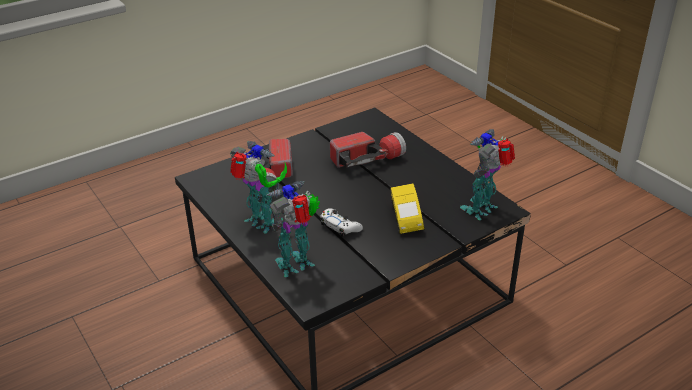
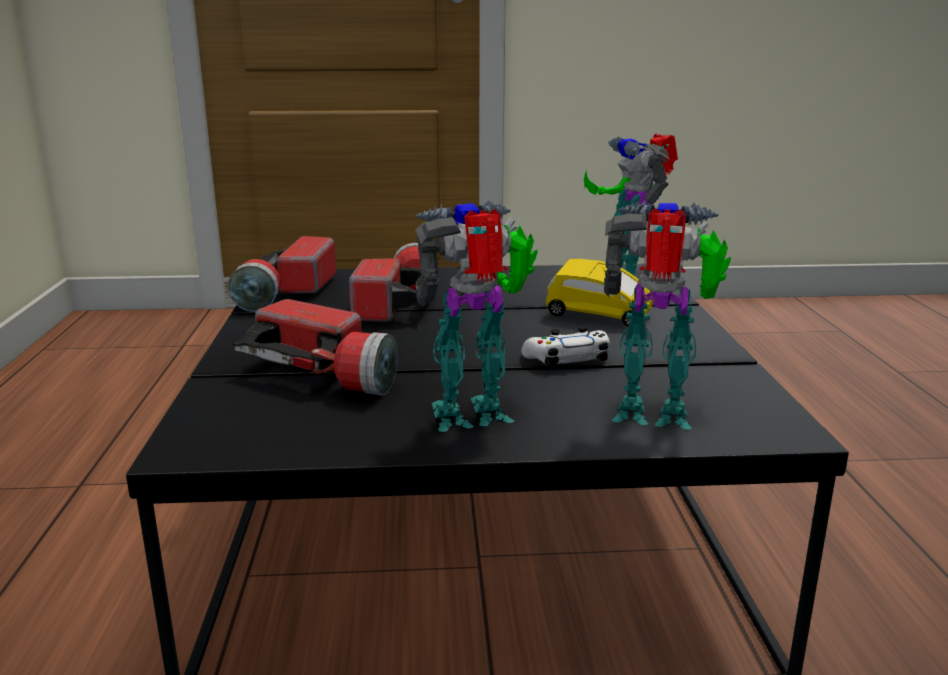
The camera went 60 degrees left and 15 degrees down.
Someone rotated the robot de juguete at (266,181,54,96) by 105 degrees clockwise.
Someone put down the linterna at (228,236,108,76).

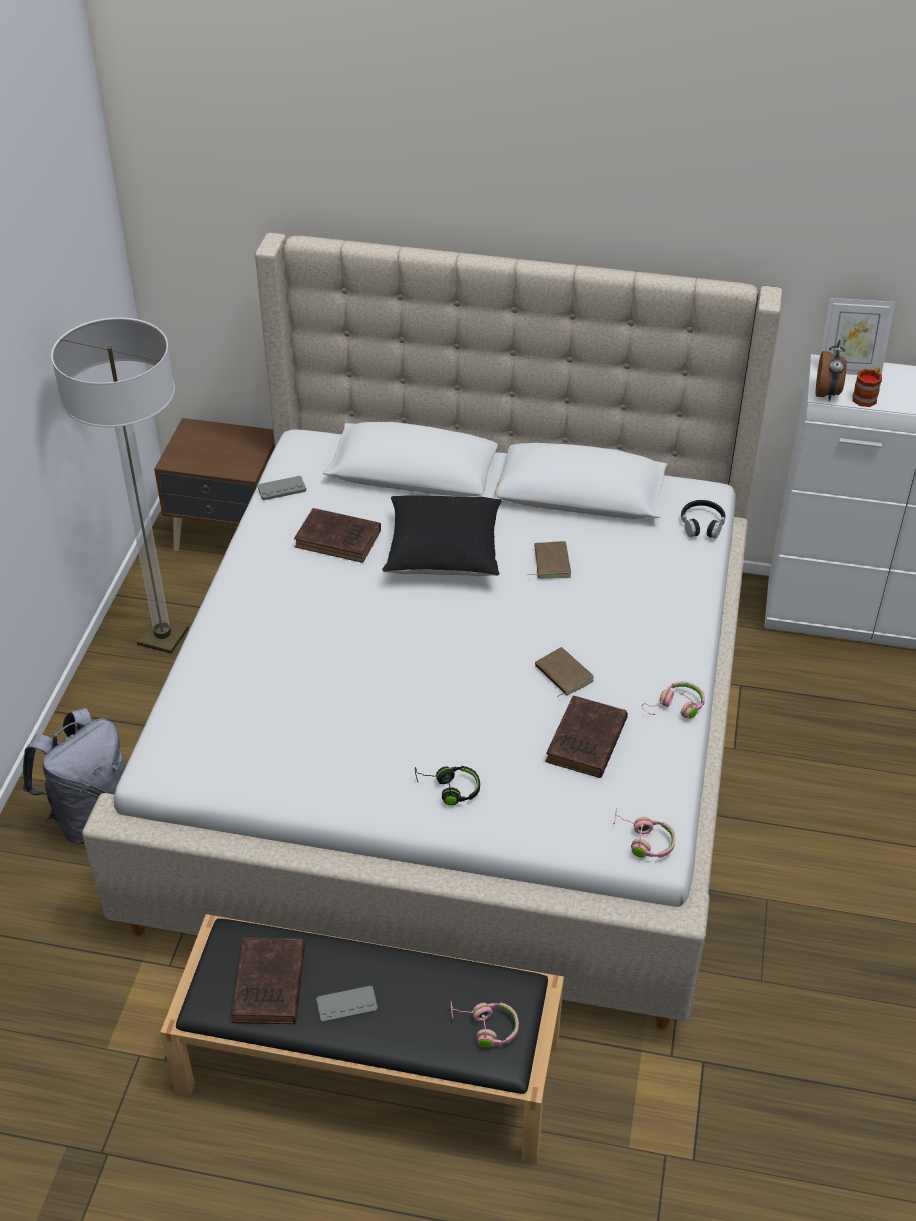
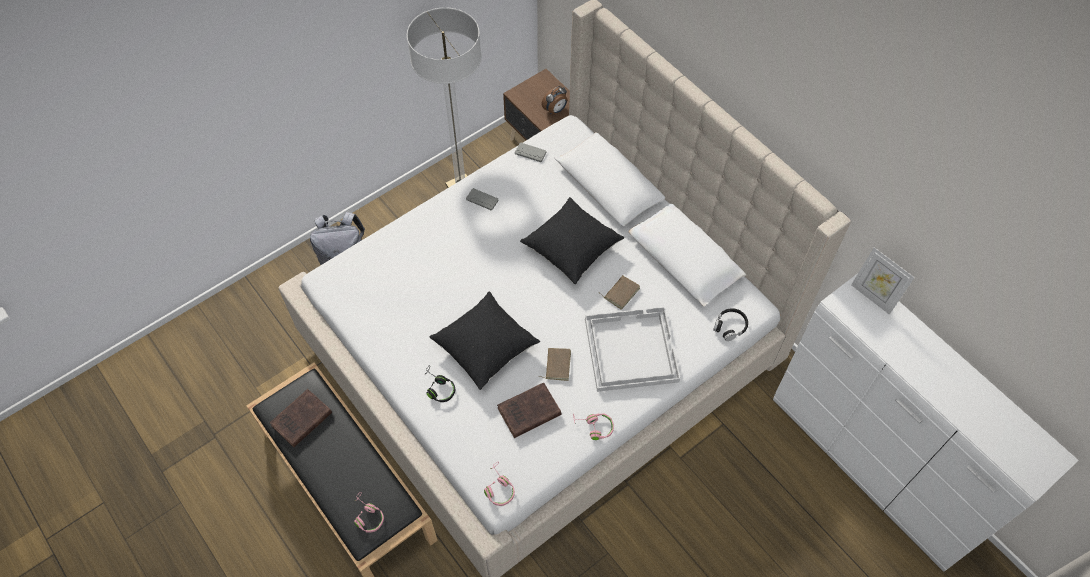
The camera went 40 degrees right and 15 degrees up.
Someone took away the libro (marrón) at (294,508,87,55).
Someone carried the mando de consola (gris) from (316,986,62,38) to (466,188,33,22).
Someone carried the despertador from (816,340,31,61) to (542,86,25,28).
Someone took away the taza grande at (852,367,30,40).
Someone put down the cojín (negro) at (430,292,110,98).
Someone put down the bandeja (blanco) at (585,307,95,85).

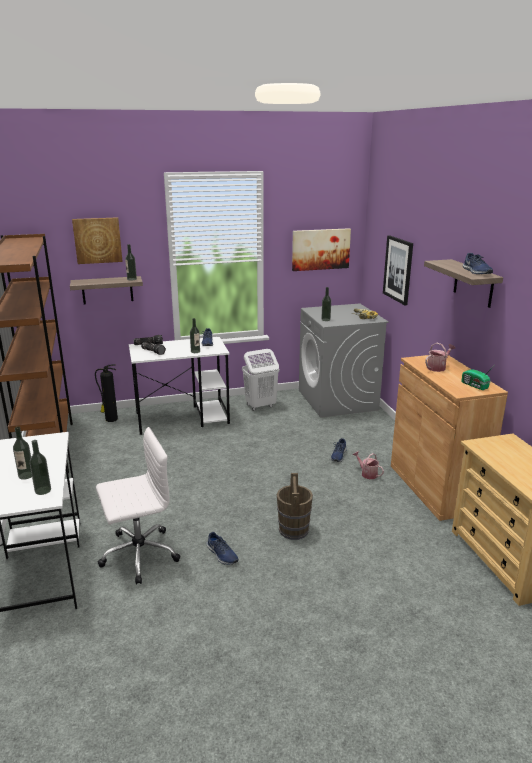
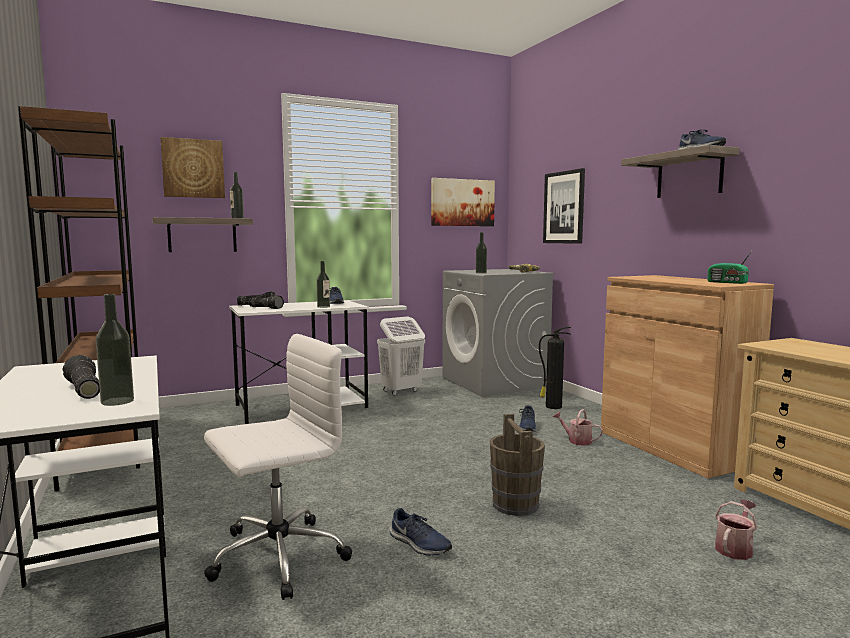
The camera went 10 degrees left and 15 degrees down.
Someone swapped the botella at (13,426,19,54) for the linterna at (63,355,37,44).
Someone carried the extintor from (95,364,23,58) to (539,327,32,82).
Someone carried the regadera from (425,343,31,29) to (715,499,42,61).

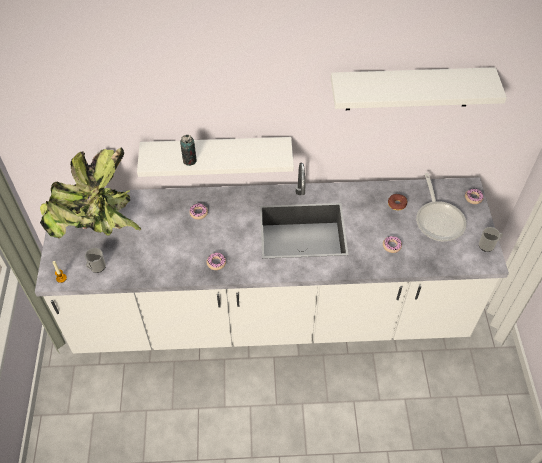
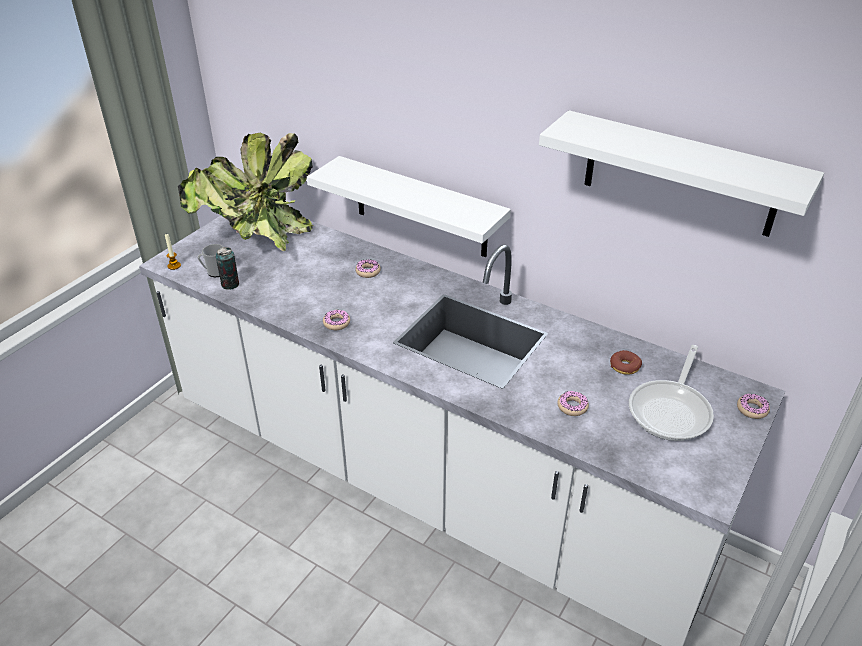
The camera went 35 degrees right and 15 degrees down.
Someone carried the lata from (180,135,17,31) to (216,247,23,43).
Someone took away the taza grande at (479,227,24,25).

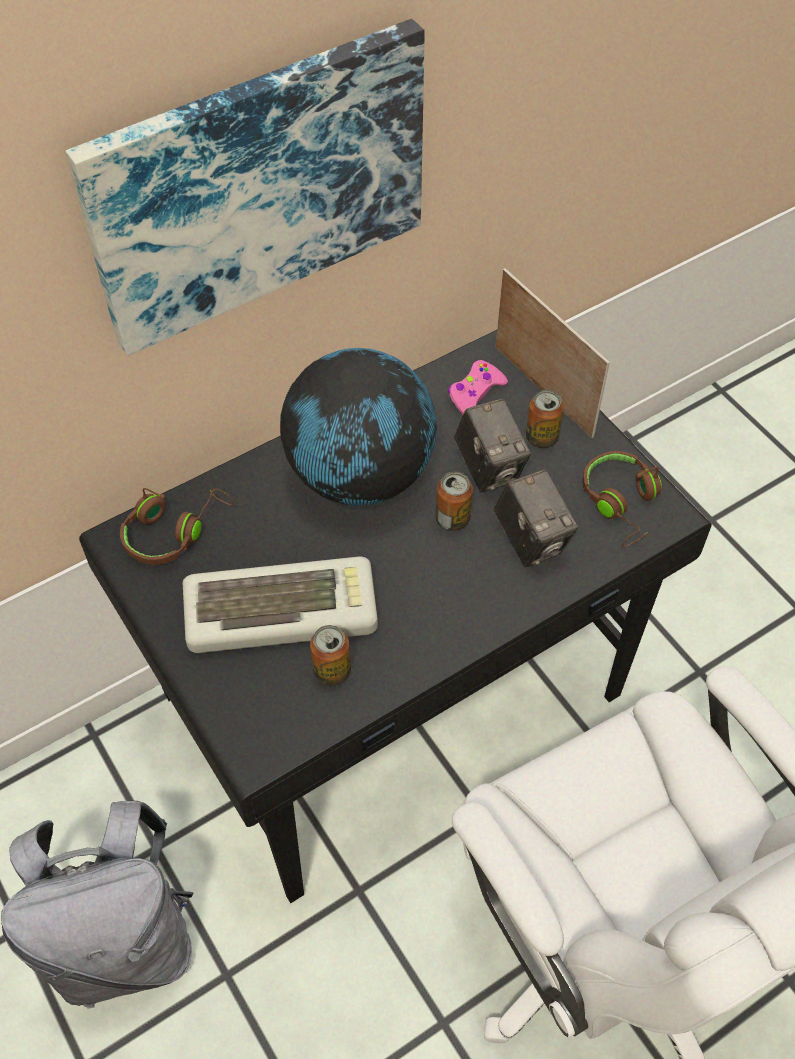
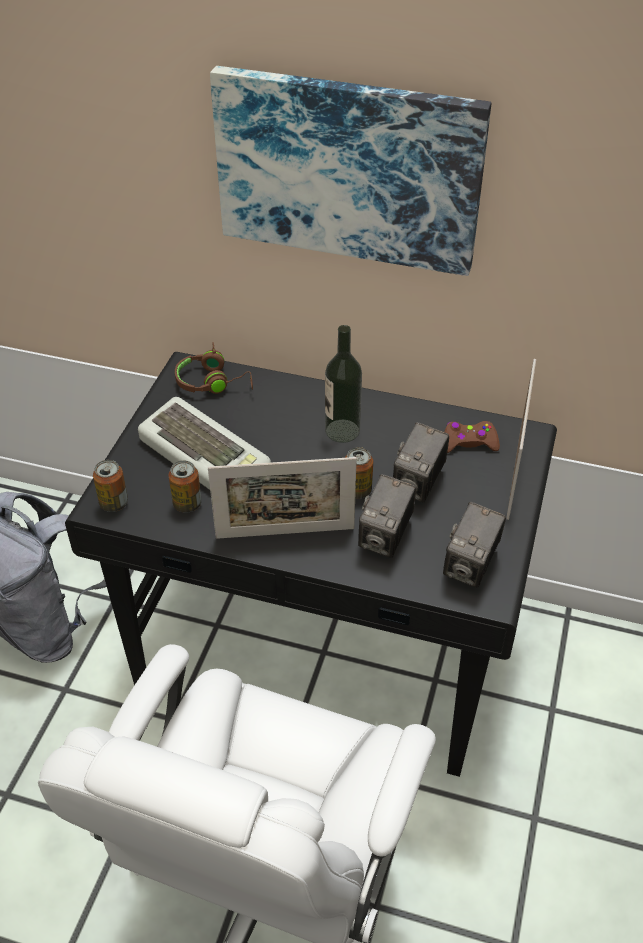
The camera went 50 degrees right and 10 degrees down.
Someone swapped the globo terráqueo at (280,348,157,157) for the botella at (325,325,37,118).
Someone repainted the mando de consola (rosa) at (448,360,60,55), which became the mando de consola (marrón) at (444,421,56,32).
Someone carried the lata from (526,390,38,58) to (93,460,35,52).
Someone swapped the auriculares (marrón) at (583,451,79,96) for the cámara at (443,502,63,86).
Someone put down the portarretratos at (208,457,149,82).

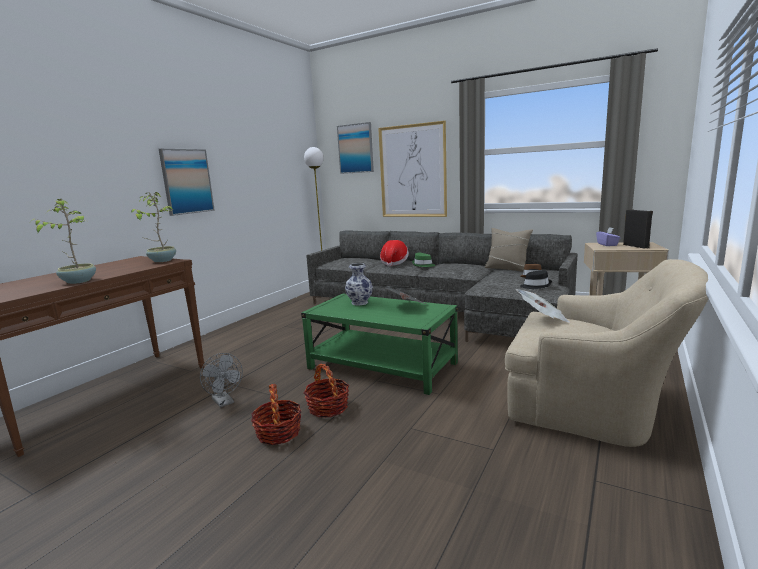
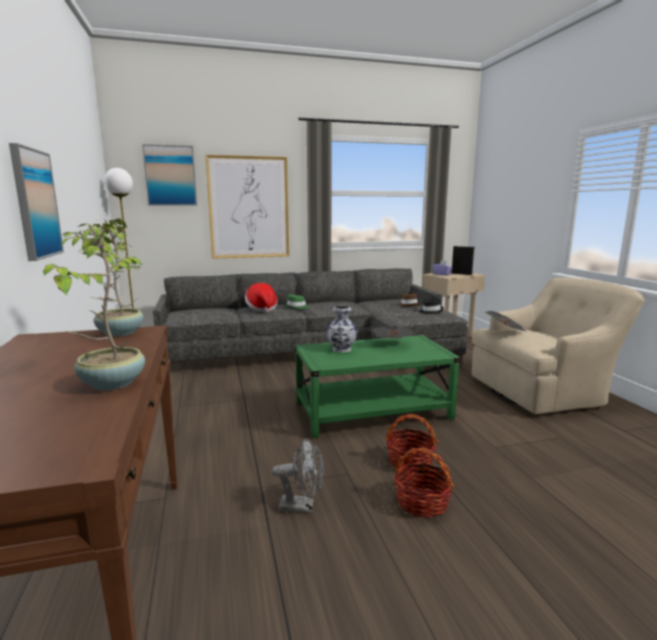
The camera went 45 degrees left and 0 degrees up.
Someone took away the cojín (beis) at (485,228,48,44).

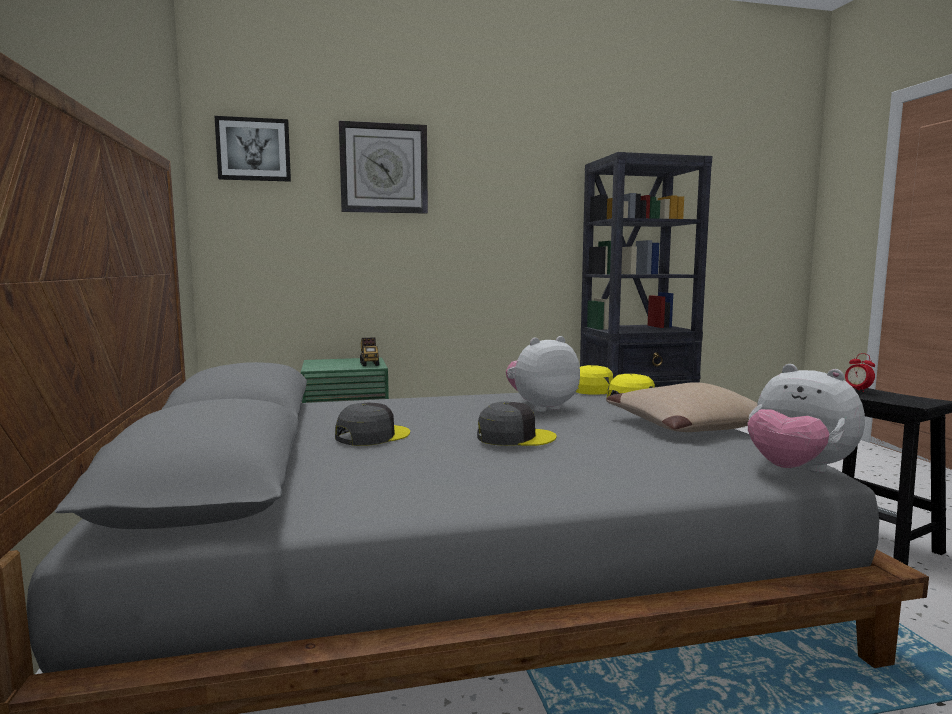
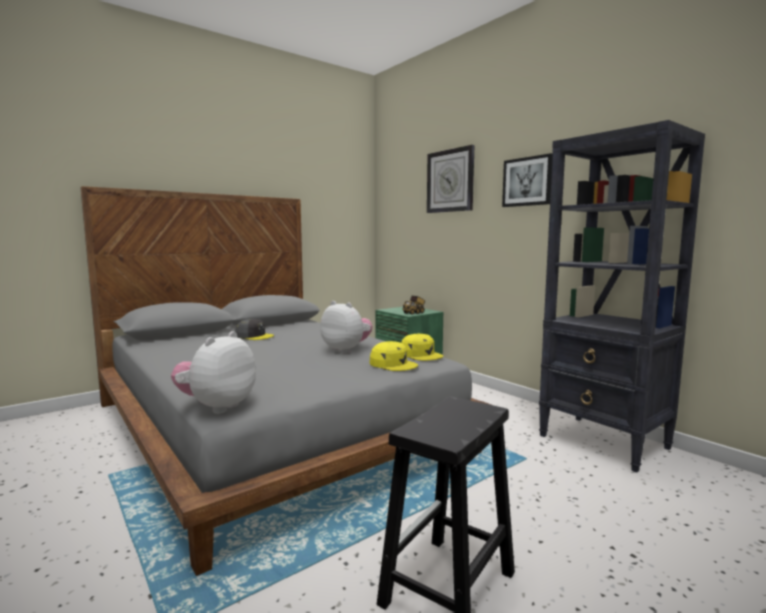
The camera went 65 degrees right and 0 degrees up.
Someone carried the cuadro from (215,116,76,66) to (502,153,51,54).
Someone took away the gorra (gris) at (477,401,80,45).
Someone took away the cojín (beis) at (606,382,152,50).
Someone took away the despertador at (845,353,30,39).

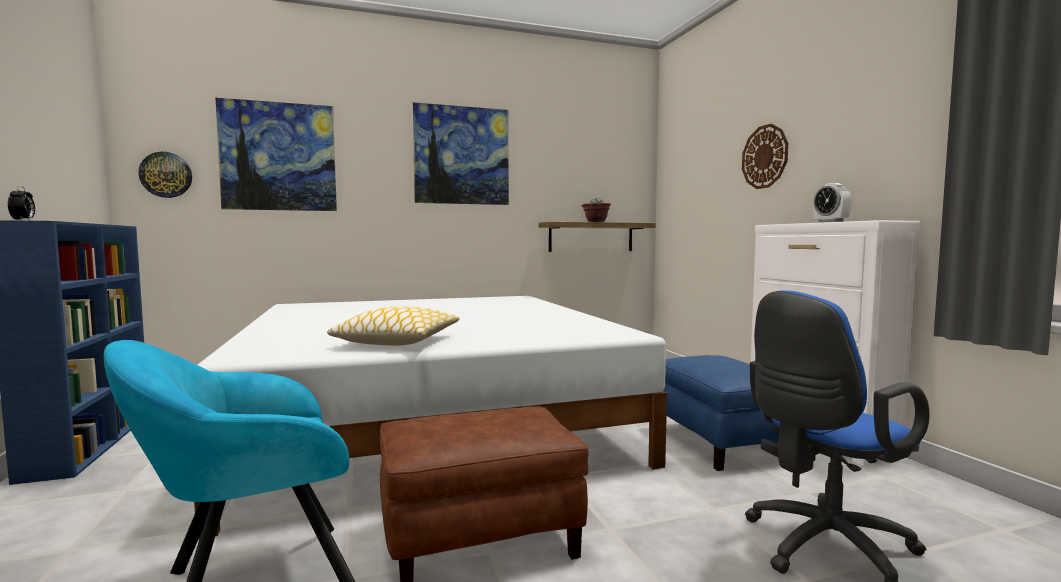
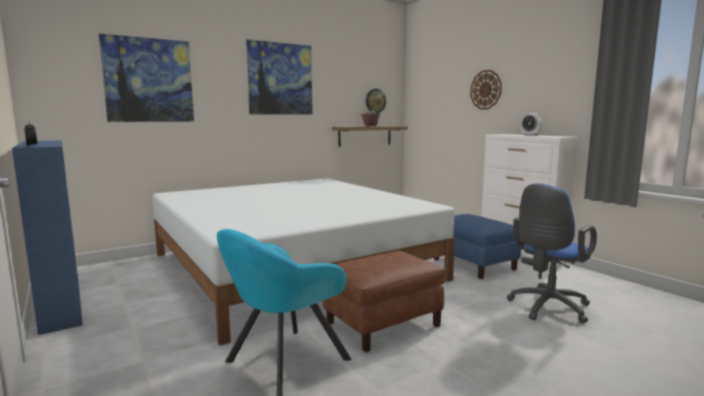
The camera went 15 degrees left and 5 degrees up.
Someone carried the reloj de pared from (138,152,54,46) to (366,89,20,24).
Someone took away the cojín at (327,306,132,39).

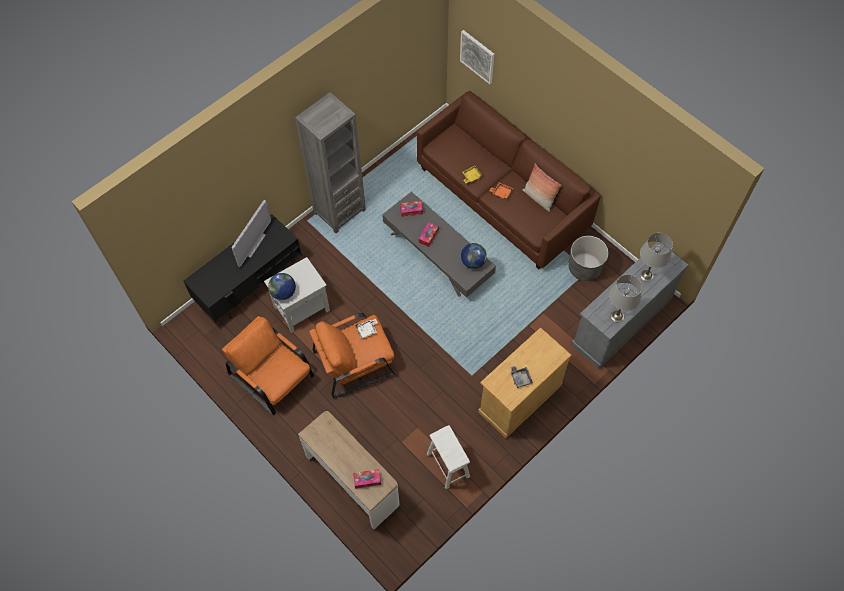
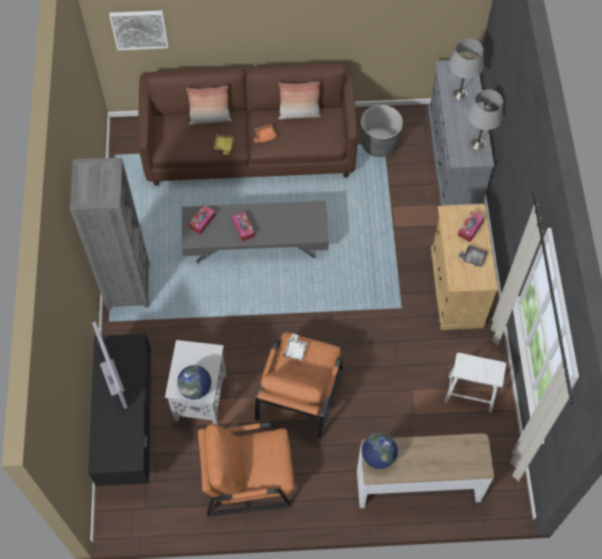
The camera went 50 degrees left and 0 degrees up.
Someone carried the caja de pañuelos from (353,469,28,20) to (457,211,28,31).
Someone carried the globo terráqueo from (461,243,26,26) to (362,433,36,36).
Someone put down the cojín at (186,86,46,39).

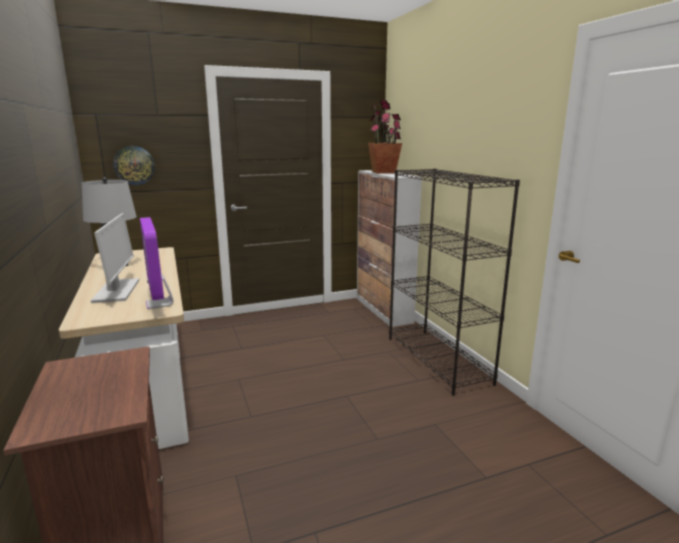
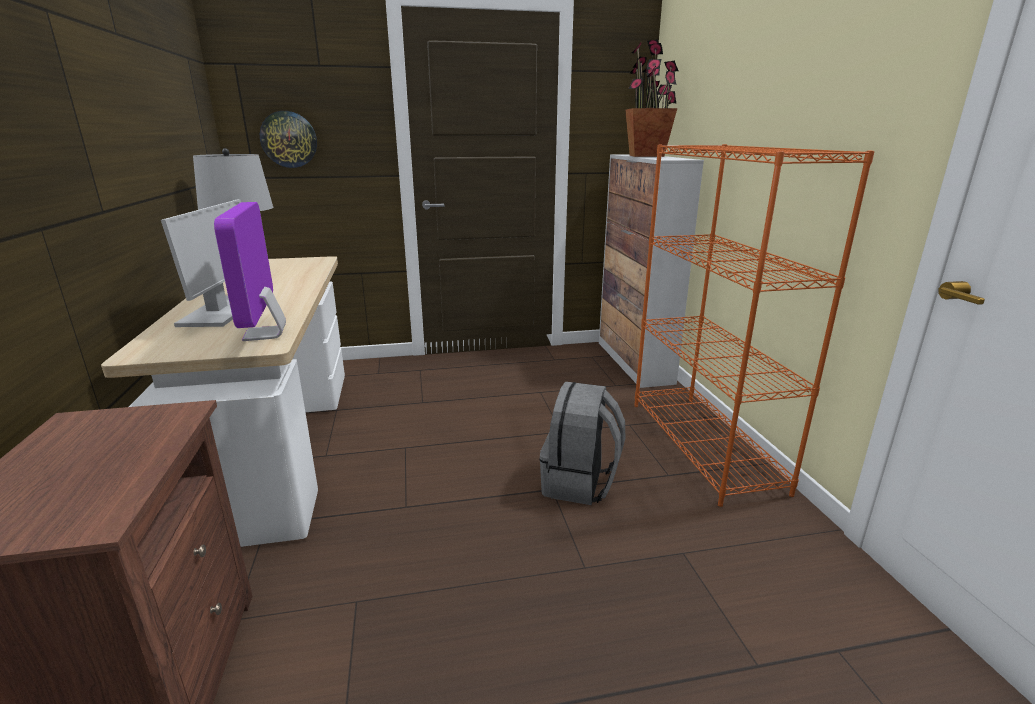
The camera went 10 degrees right and 5 degrees up.
Someone repainted the estantería (negro) at (389,169,131,227), which became the estantería (naranja) at (634,144,241,363).
Someone put down the mochila (gris) at (539,382,86,123).

